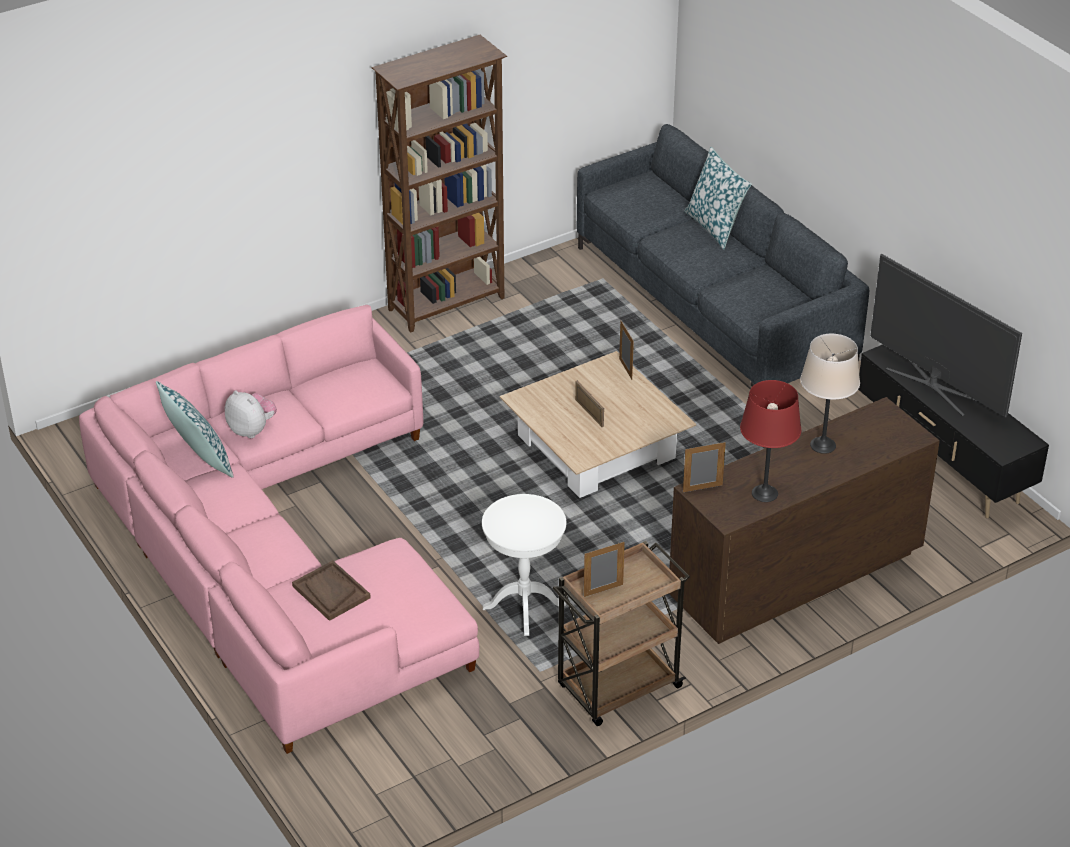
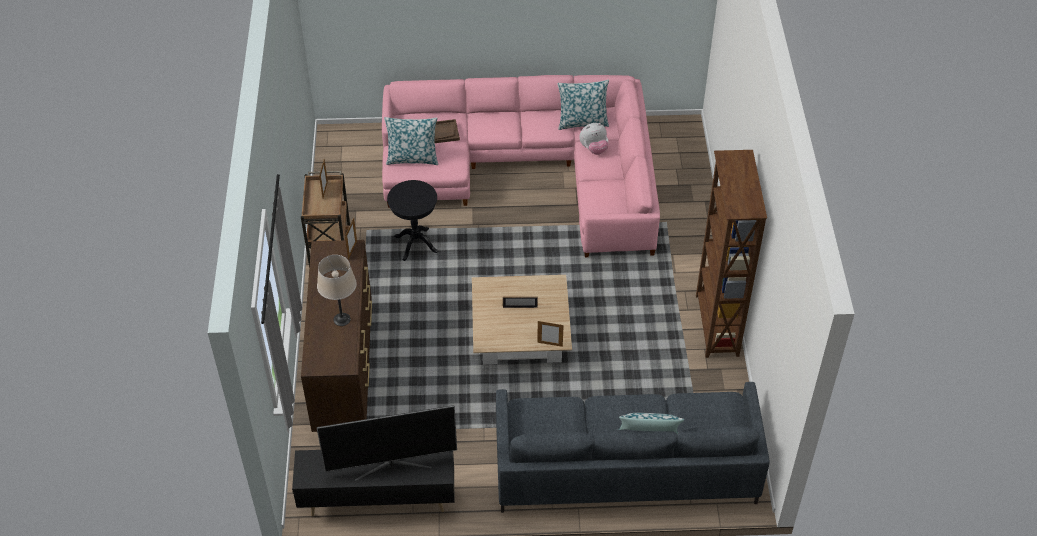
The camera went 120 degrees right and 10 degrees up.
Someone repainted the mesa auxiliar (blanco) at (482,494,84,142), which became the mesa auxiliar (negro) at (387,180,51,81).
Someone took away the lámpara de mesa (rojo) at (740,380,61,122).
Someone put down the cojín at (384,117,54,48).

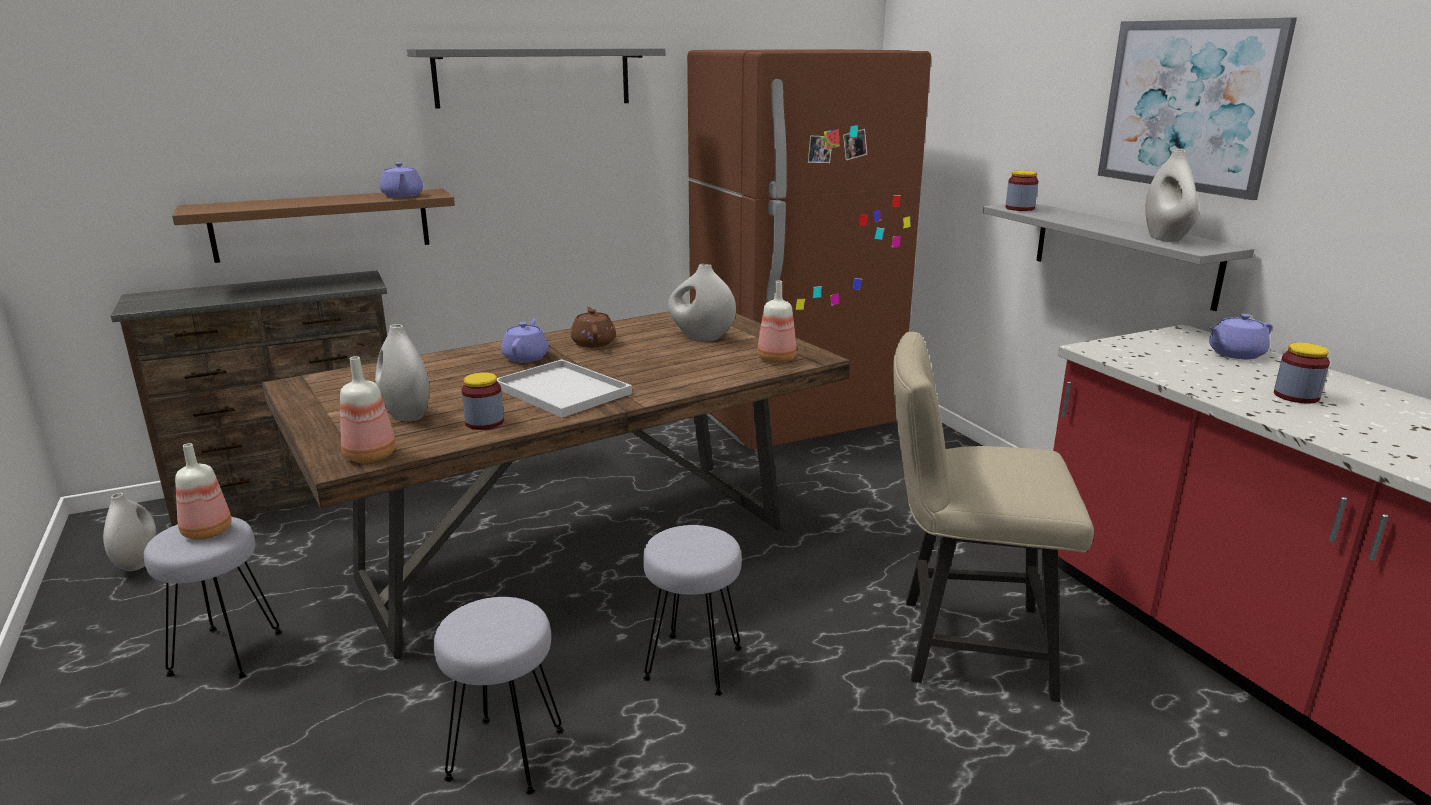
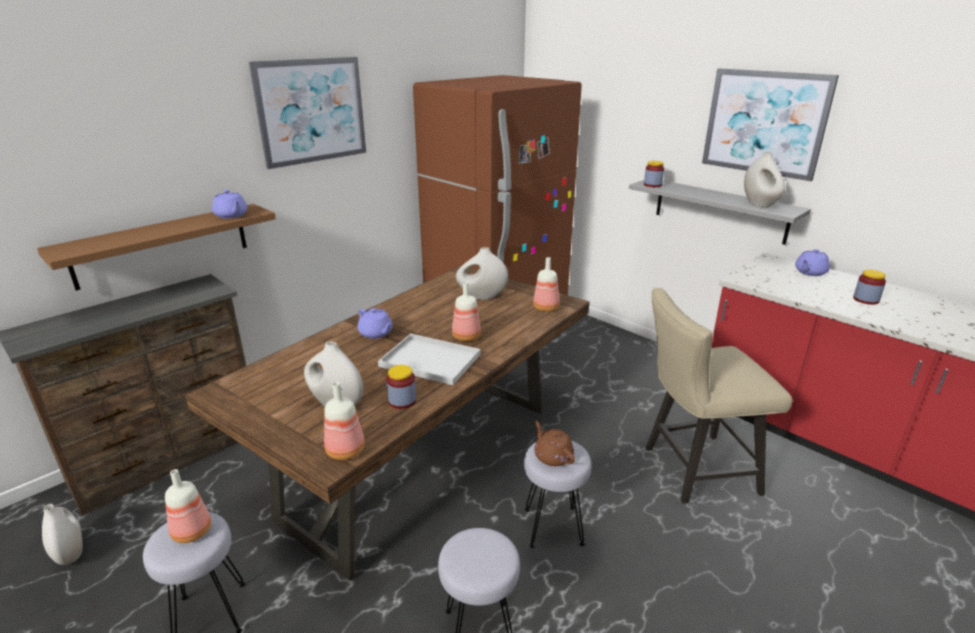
The camera went 20 degrees left and 5 degrees up.
Someone swapped the estante (gris) at (407,48,259,61) for the cuadro at (249,57,117,112).
Someone rotated the tetera (morado) at (501,319,48,43) by 150 degrees clockwise.
Someone carried the tetera (marrón) from (571,307,45,41) to (534,420,41,46).
Someone put down the botella at (452,282,29,59).

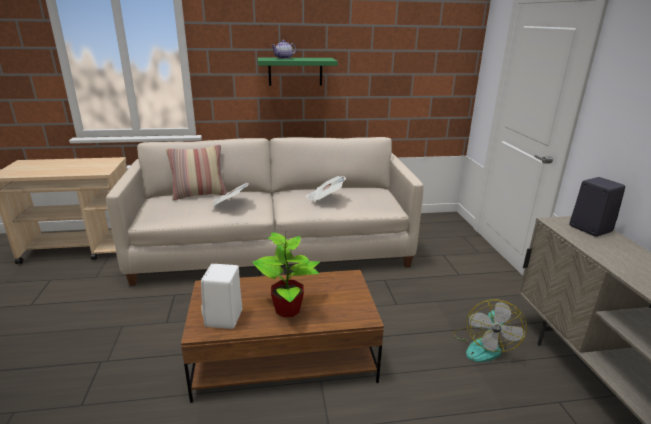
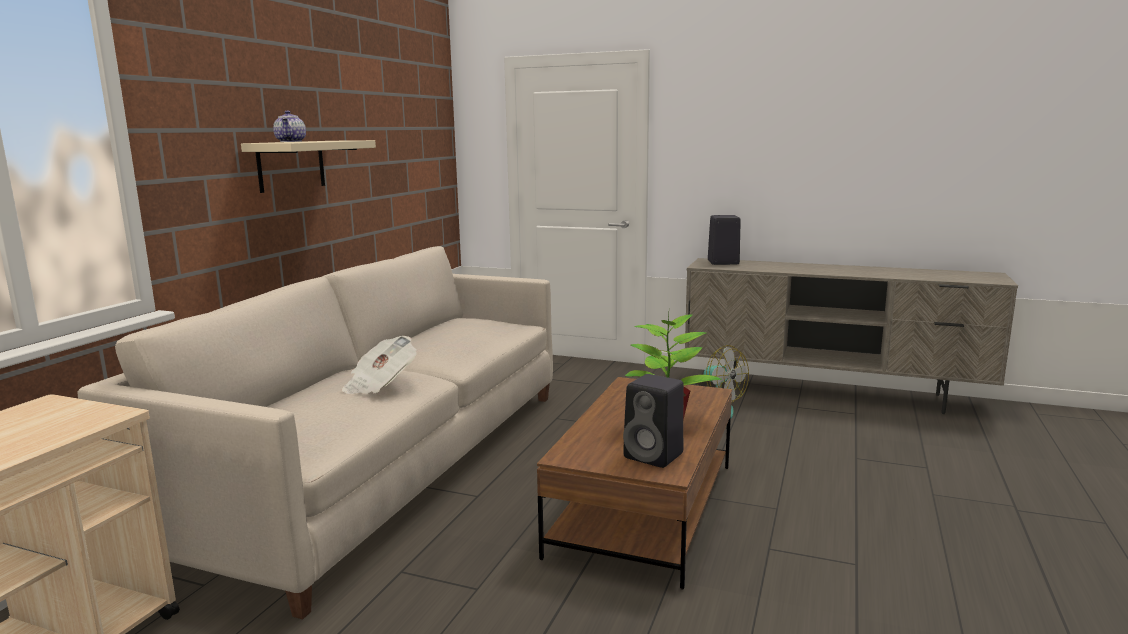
The camera went 60 degrees left and 10 degrees down.
Someone took away the cojín at (166,145,61,55).
Someone repainted the altavoz (blanco) at (201,264,41,65), which became the altavoz (negro) at (623,374,61,94).
Someone repainted the estante (verde) at (258,57,80,29), which became the estante (beis) at (241,140,135,53).
Someone took away the periódico at (305,176,41,26).

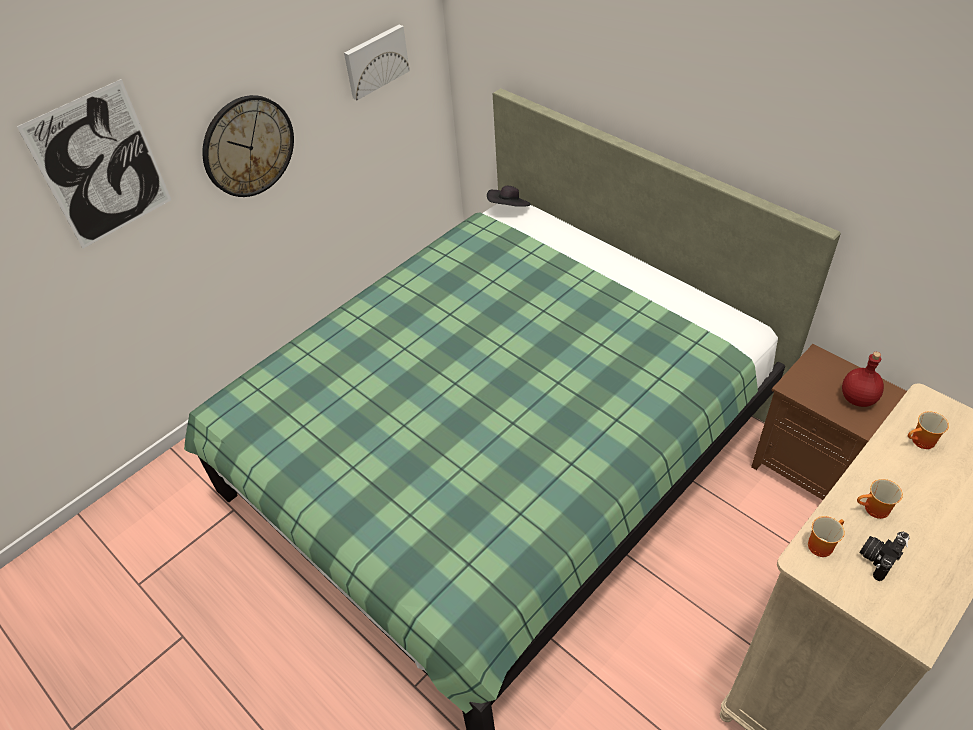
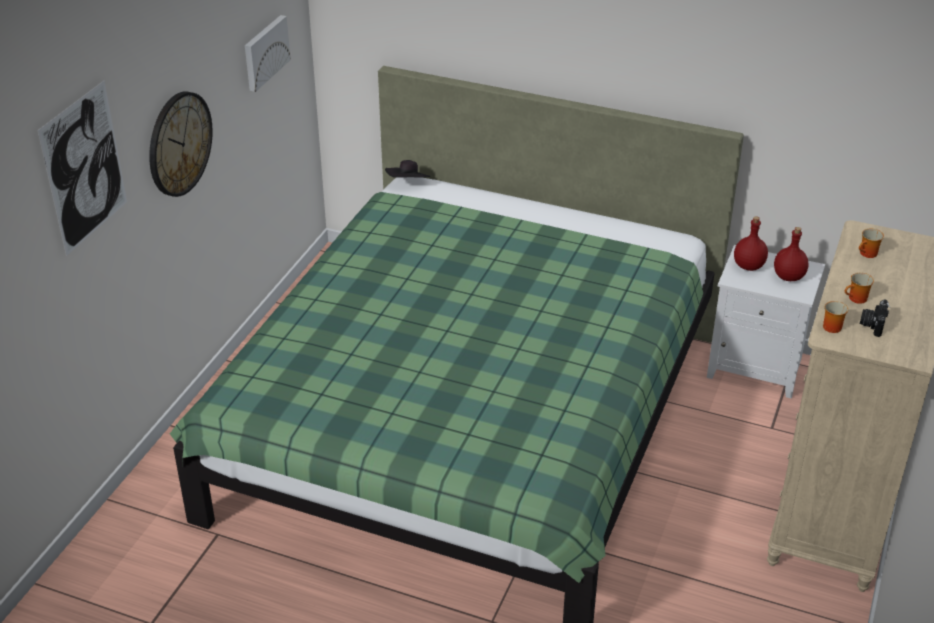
The camera went 25 degrees left and 10 degrees down.
Someone repainted the mesita de noche (marrón) at (751,344,156,156), which became the mesita de noche (blanco) at (707,245,118,154).
Someone put down the botella (rojo) at (734,216,34,55).

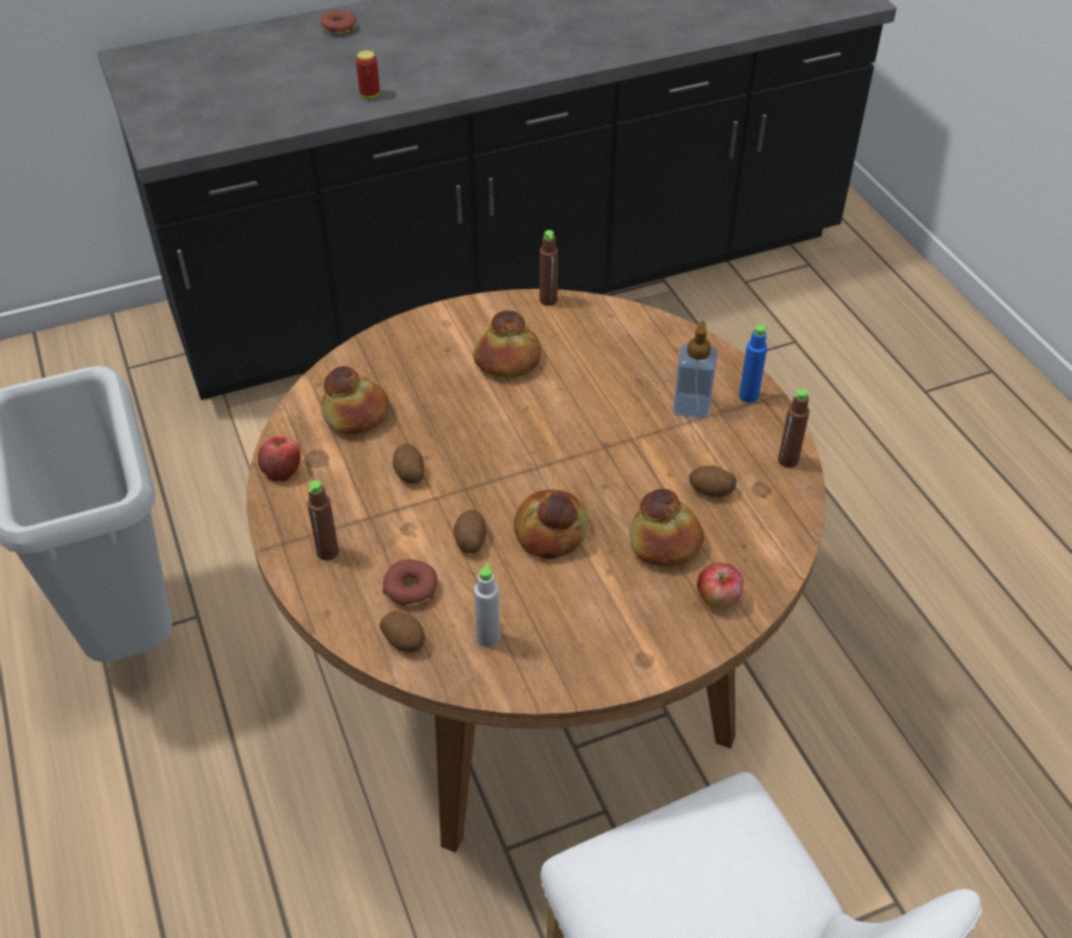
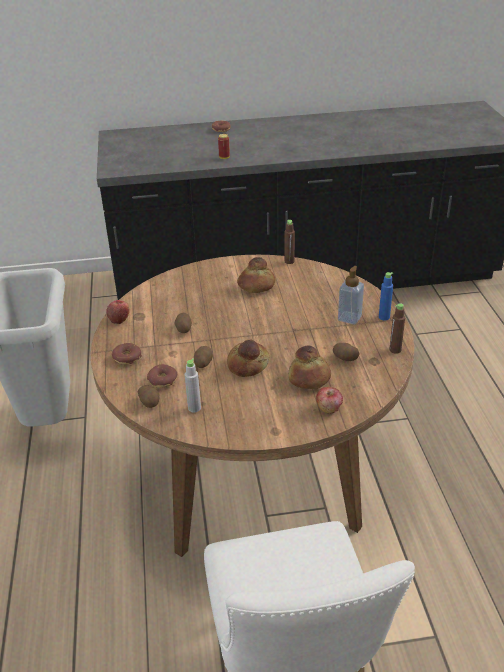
The camera went 15 degrees right and 10 degrees down.
Someone swapped the botella (marrón) at (307,480,32,80) for the rosquilla at (112,343,30,22).
Someone took away the pan at (321,366,68,69).

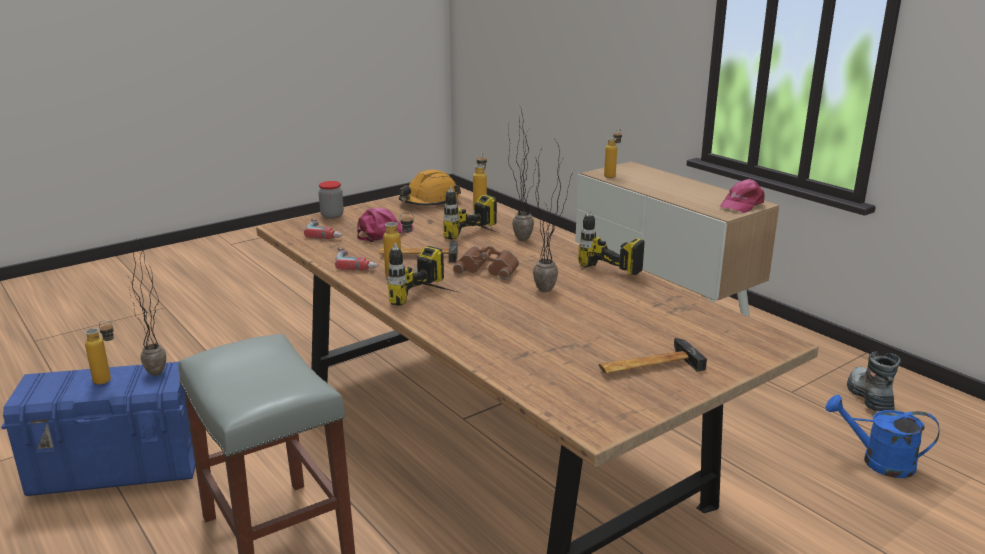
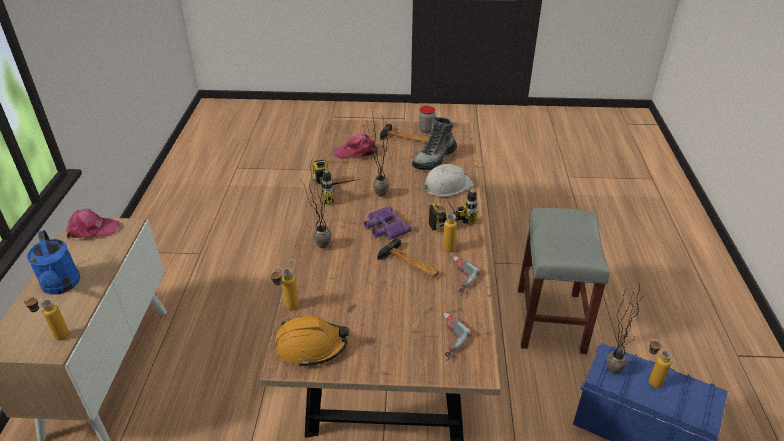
The camera went 140 degrees left and 15 degrees up.
Someone carried the tarro from (319,181,25,38) to (419,106,17,27).
Someone carried the gorra (rosa) from (357,208,57,34) to (334,134,43,25).
Someone took away the taladro at (443,186,54,54).
Someone repainted the prismáticos (marrón) at (453,246,66,34), which became the prismáticos (morado) at (364,206,48,34).
Someone carried the regadera (azul) from (825,395,114,83) to (27,230,53,65).
Someone carried the bota from (847,351,54,60) to (412,117,45,53).
Someone put down the casco (blanco) at (422,164,52,33).

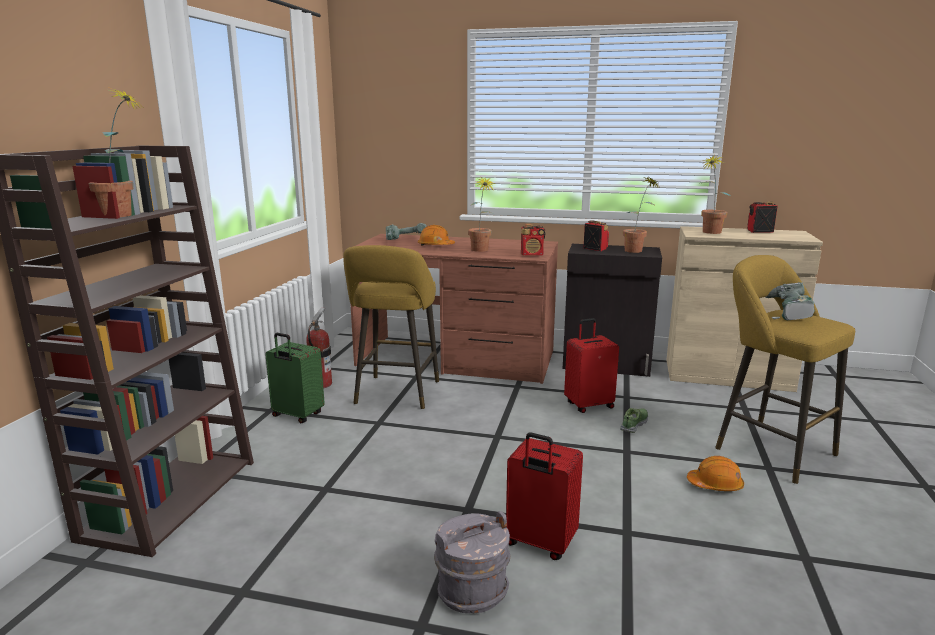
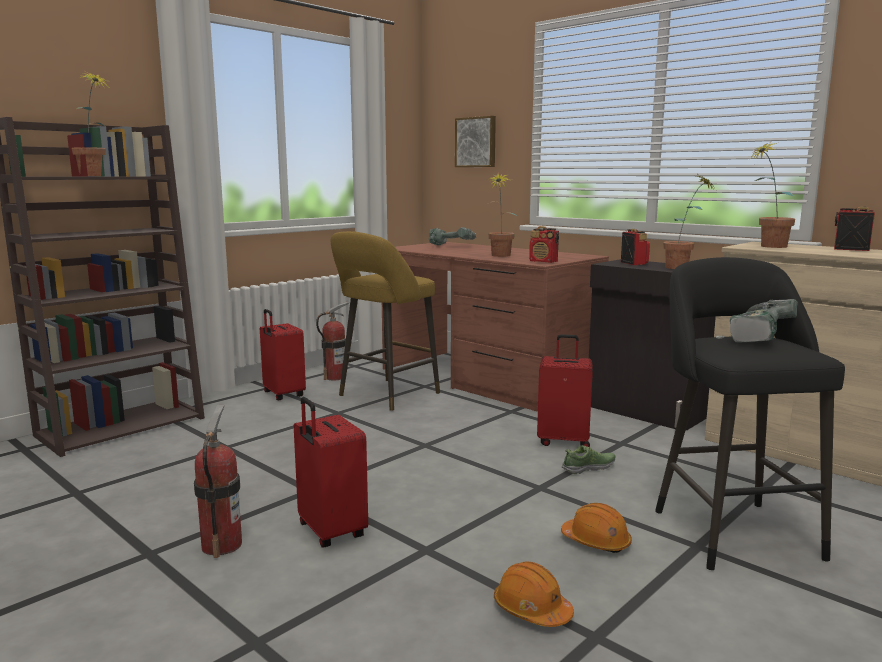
The camera went 30 degrees right and 5 degrees down.
Someone repainted the maleta (verde) at (265,333,60,90), which became the maleta (rojo) at (260,309,46,92).
Someone carried the casco (naranja) from (418,225,37,21) to (494,561,80,66).
Someone swapped the cubo (gris) at (434,511,76,102) for the extintor at (194,405,48,153).
Someone repainted the taburete (amarillo) at (715,255,140,229), which became the taburete (negro) at (655,257,190,313).
Someone put up the cuadro at (455,116,41,51).

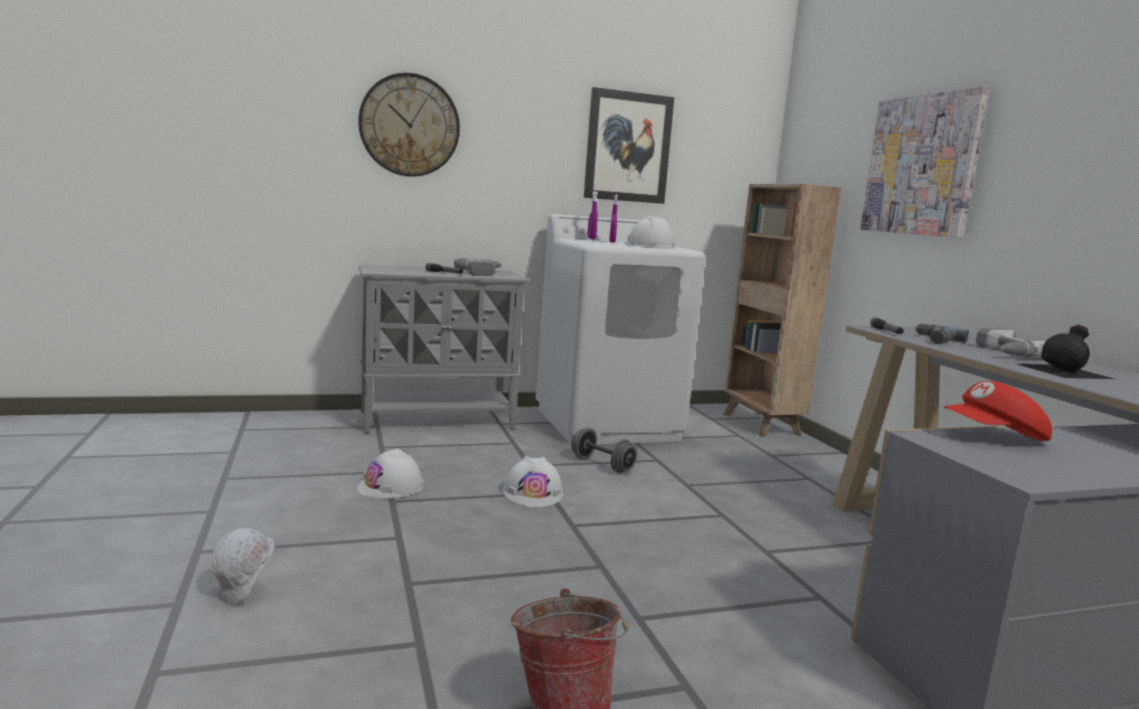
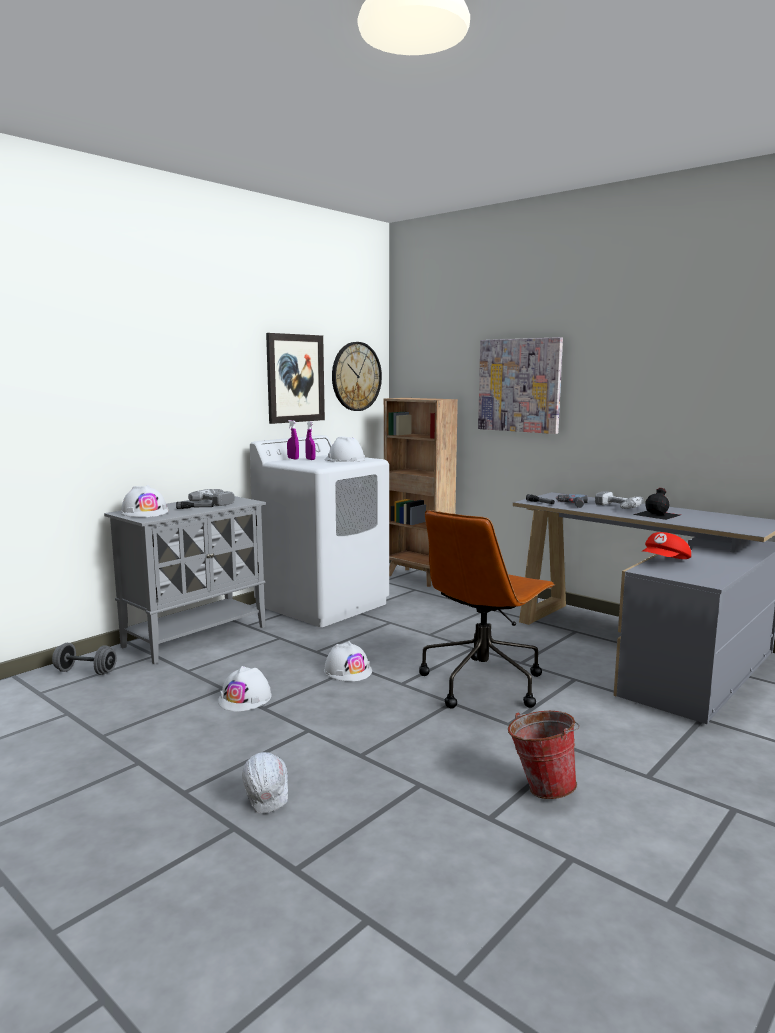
The camera went 30 degrees left and 0 degrees up.
Someone carried the reloj de pared from (358,73,102,104) to (332,342,50,69).
Someone carried the mancuerna (gris) from (571,428,66,45) to (52,643,65,32).
Someone put down the casco (blanco) at (121,485,48,32).
Someone put down the silla de oficina (marrón) at (419,510,136,199).

